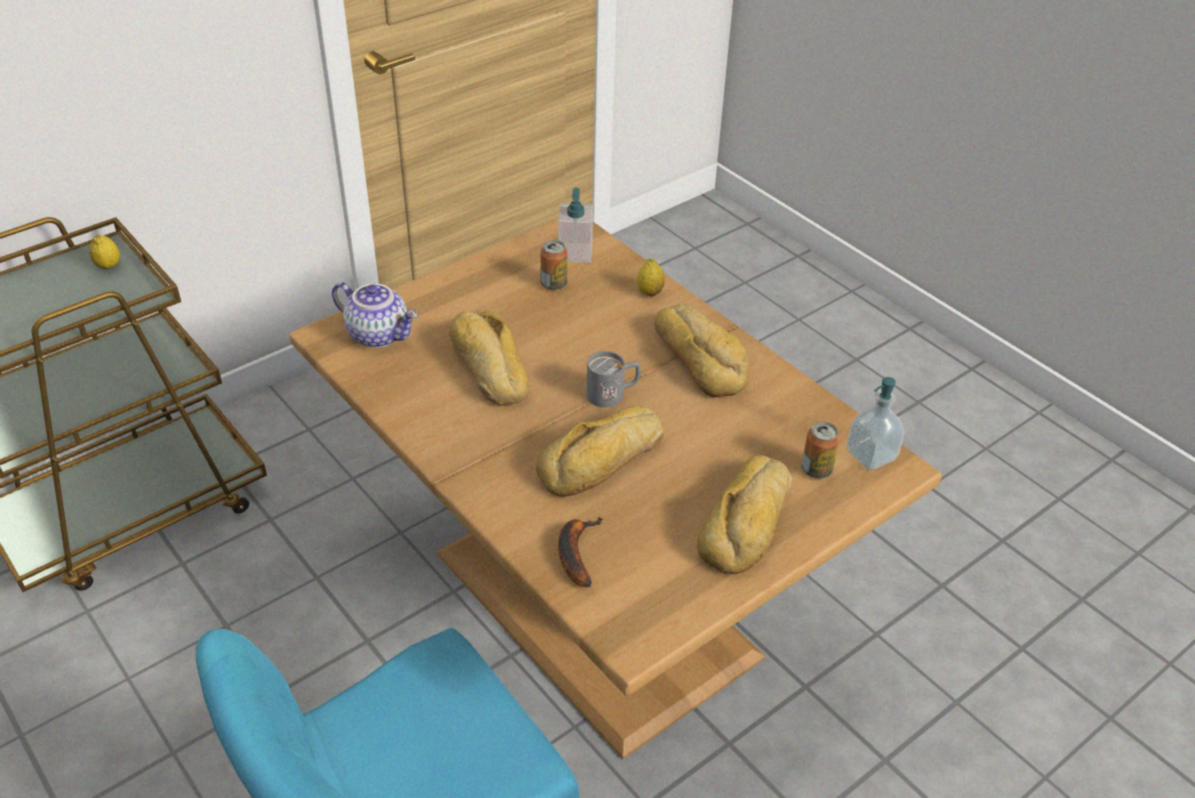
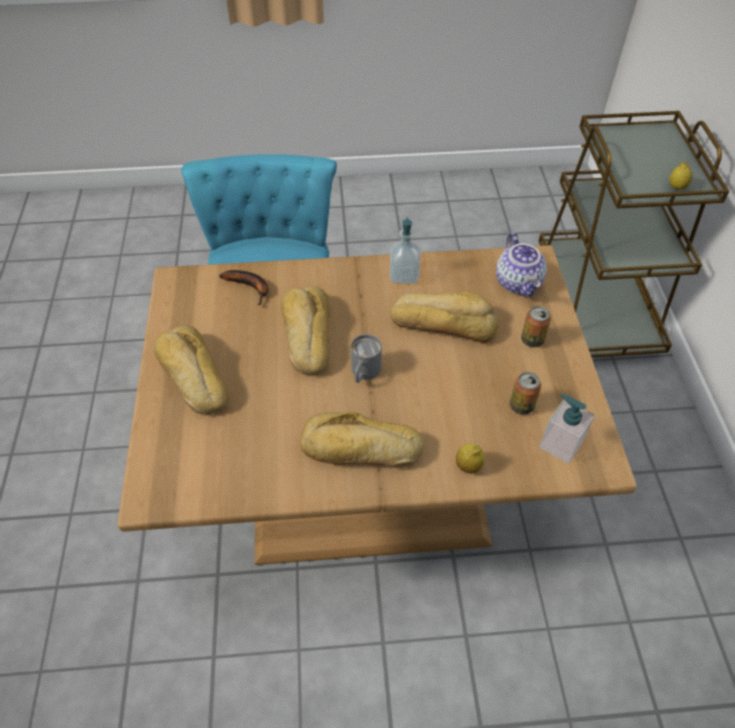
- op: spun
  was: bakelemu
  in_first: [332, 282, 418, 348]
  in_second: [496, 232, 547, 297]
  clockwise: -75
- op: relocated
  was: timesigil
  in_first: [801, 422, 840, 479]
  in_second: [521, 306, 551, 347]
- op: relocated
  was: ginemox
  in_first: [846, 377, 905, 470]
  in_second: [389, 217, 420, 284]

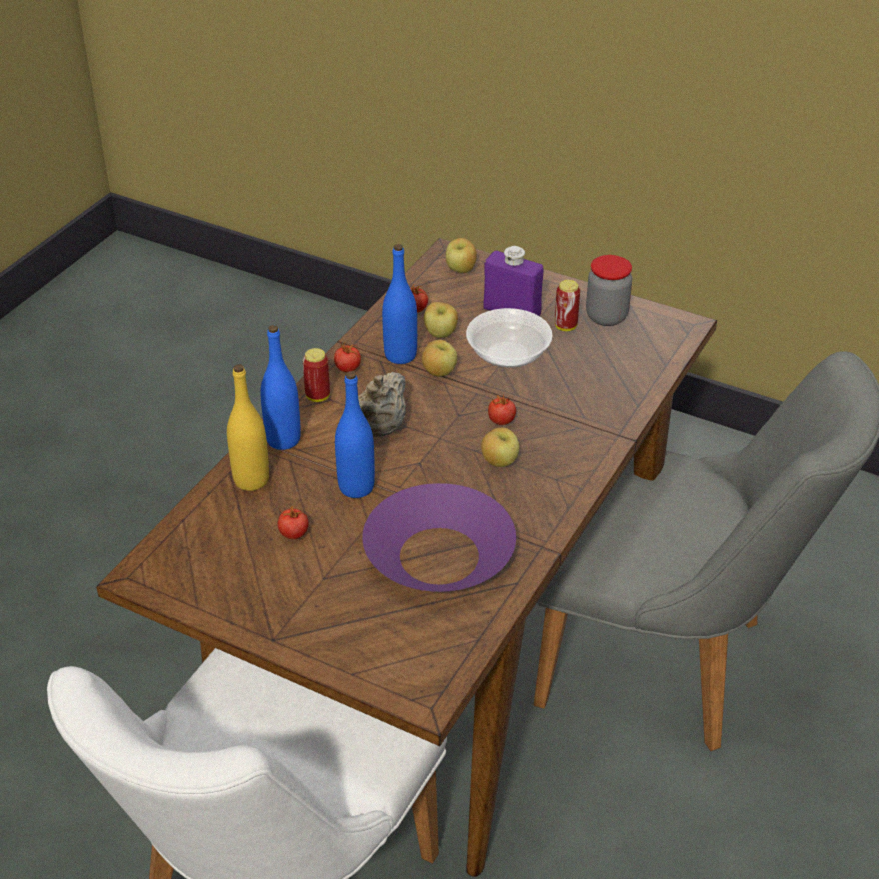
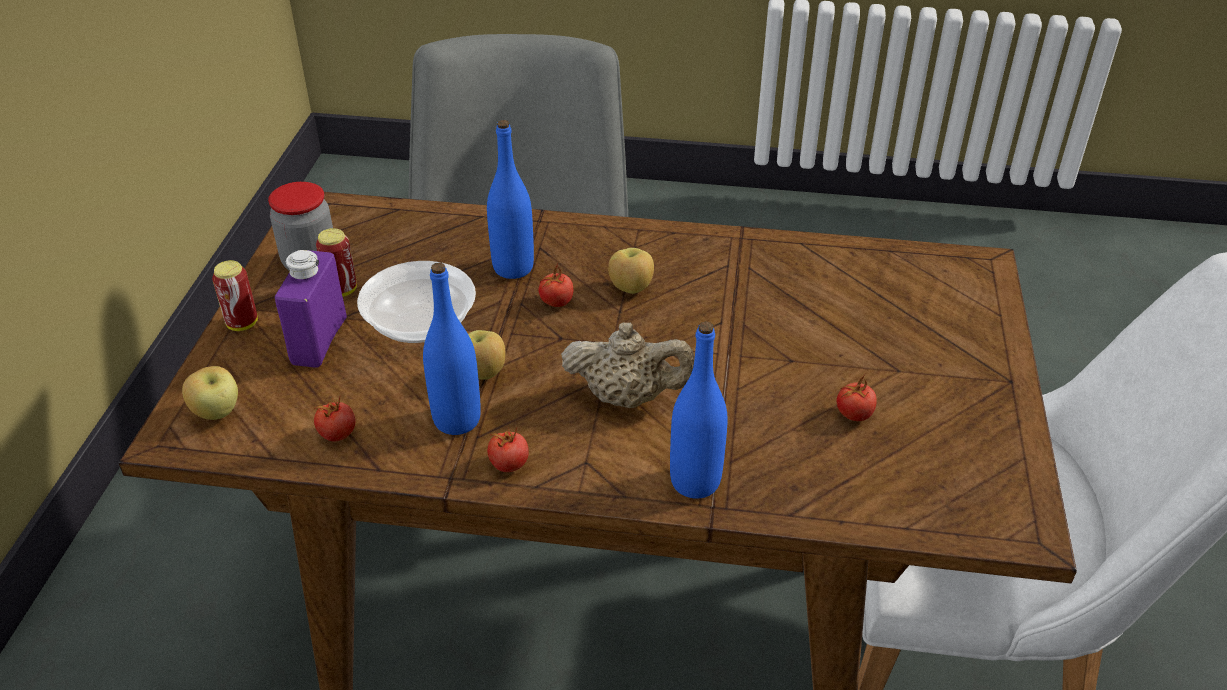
- op: missing
  was: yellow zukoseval
  in_first: [227, 364, 269, 491]
- op: relocated
  was: timesigil
  in_first: [303, 348, 330, 402]
  in_second: [212, 260, 258, 331]
- op: relocated
  was: blue zukoseval
  in_first: [335, 371, 375, 498]
  in_second: [487, 120, 534, 279]
- op: missing
  was: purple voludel
  in_first: [362, 483, 516, 592]
- op: missing
  was: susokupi
  in_first: [424, 302, 458, 338]

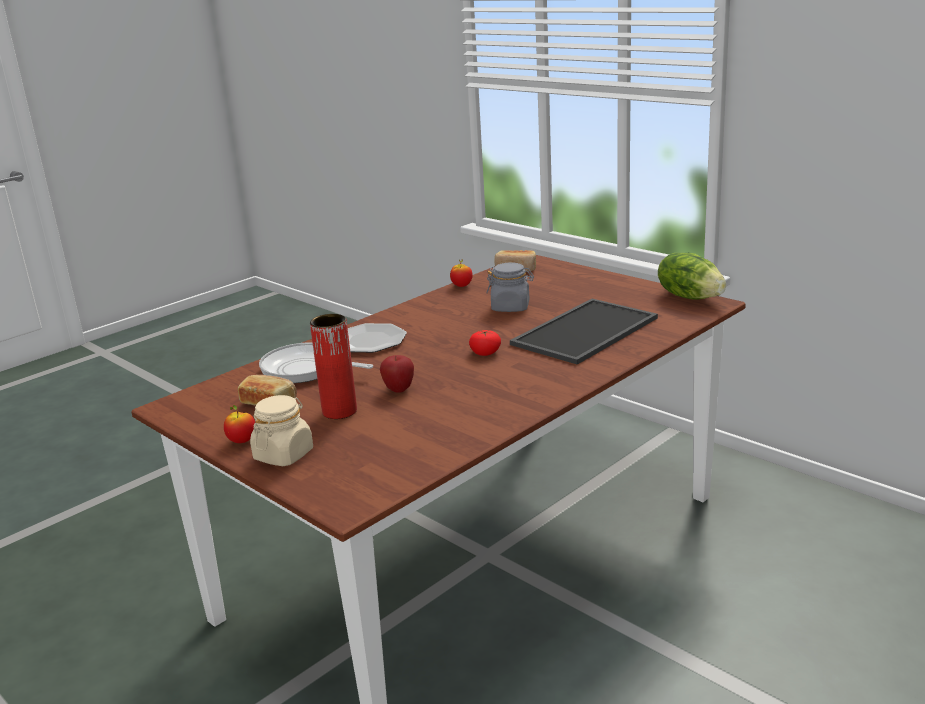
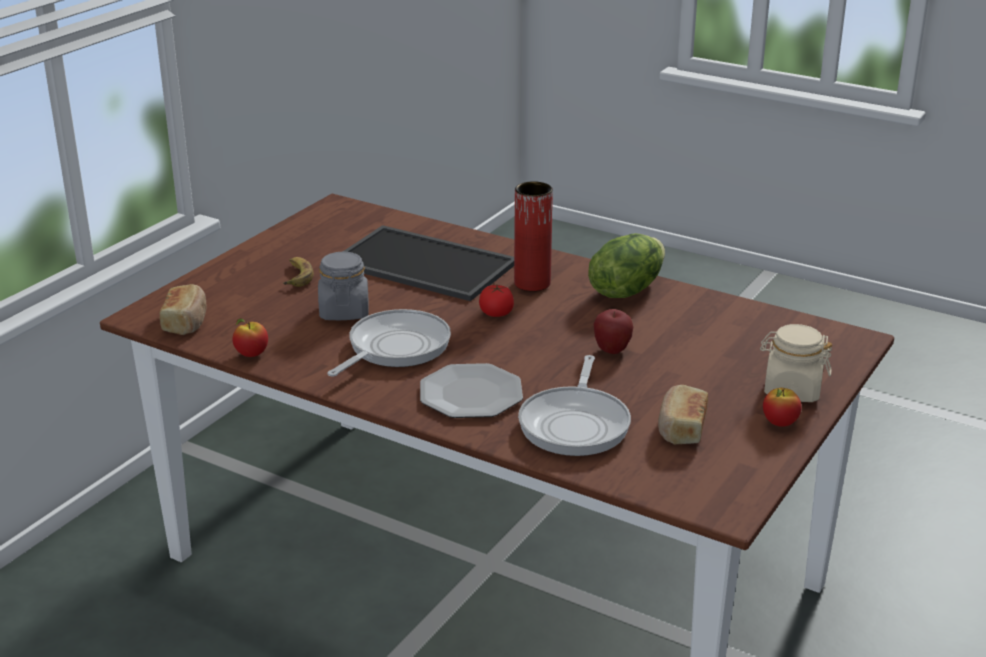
- op: relocated
  was: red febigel
  in_first: [310, 314, 357, 419]
  in_second: [514, 181, 553, 291]
- op: relocated
  was: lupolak
  in_first: [658, 253, 726, 300]
  in_second: [588, 233, 665, 298]
- op: appeared
  now: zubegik
  in_second: [283, 257, 313, 287]
- op: appeared
  now: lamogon
  in_second: [327, 309, 451, 376]

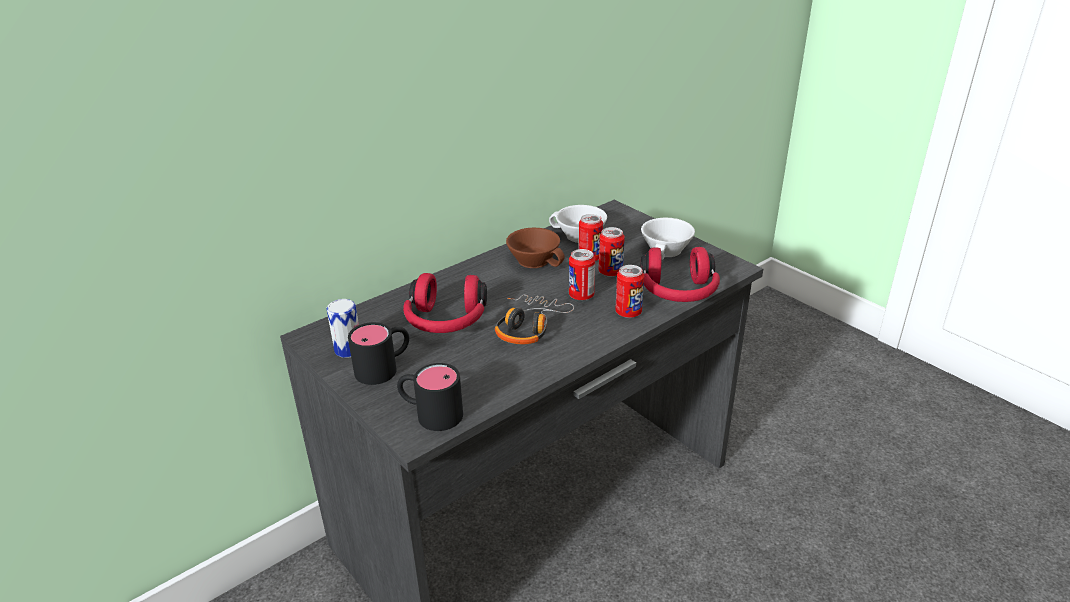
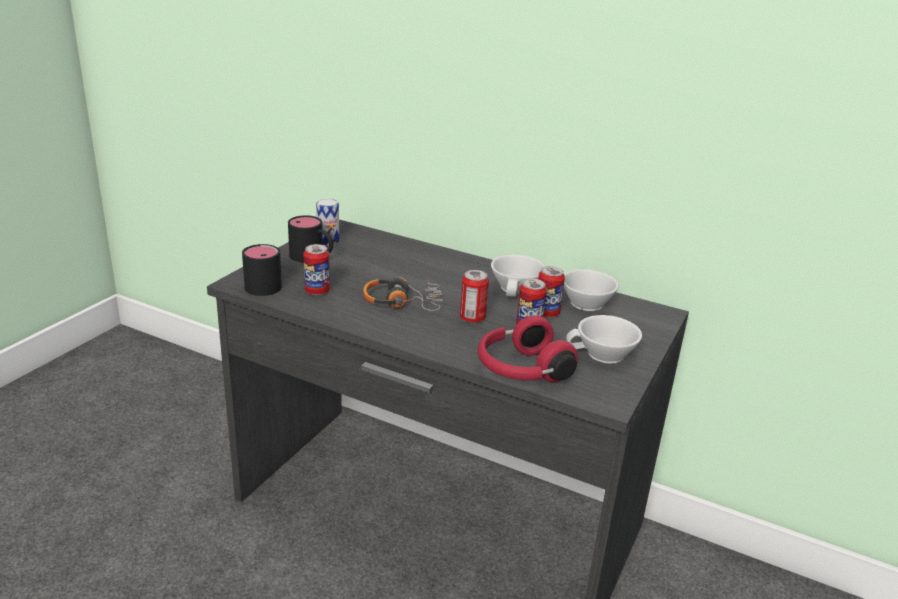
- op: missing
  was: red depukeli
  in_first: [403, 273, 487, 333]
- op: colour
  was: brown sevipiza
  now: white sevipiza
  in_first: [506, 228, 565, 268]
  in_second: [491, 255, 545, 297]
- op: relocated
  was: timesigil
  in_first: [615, 265, 644, 318]
  in_second: [303, 244, 330, 296]

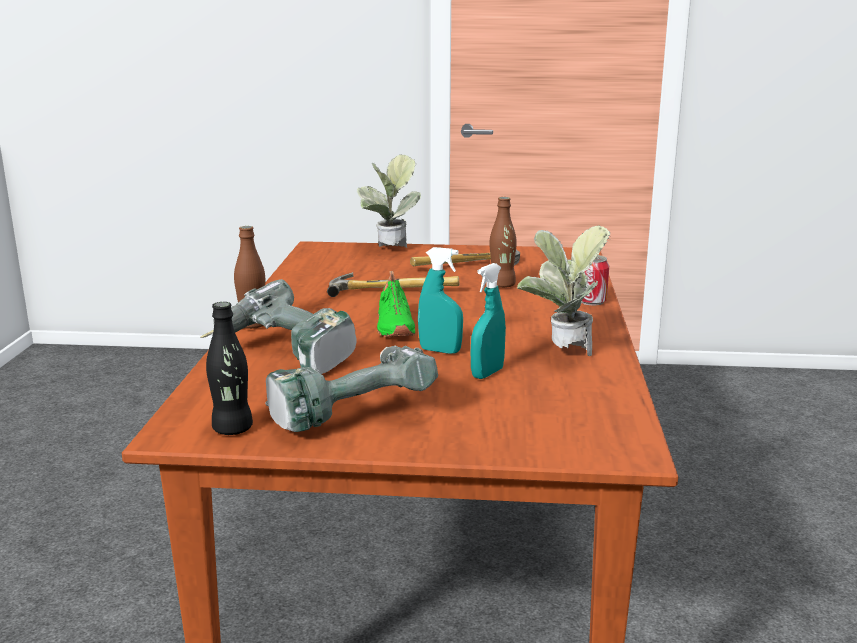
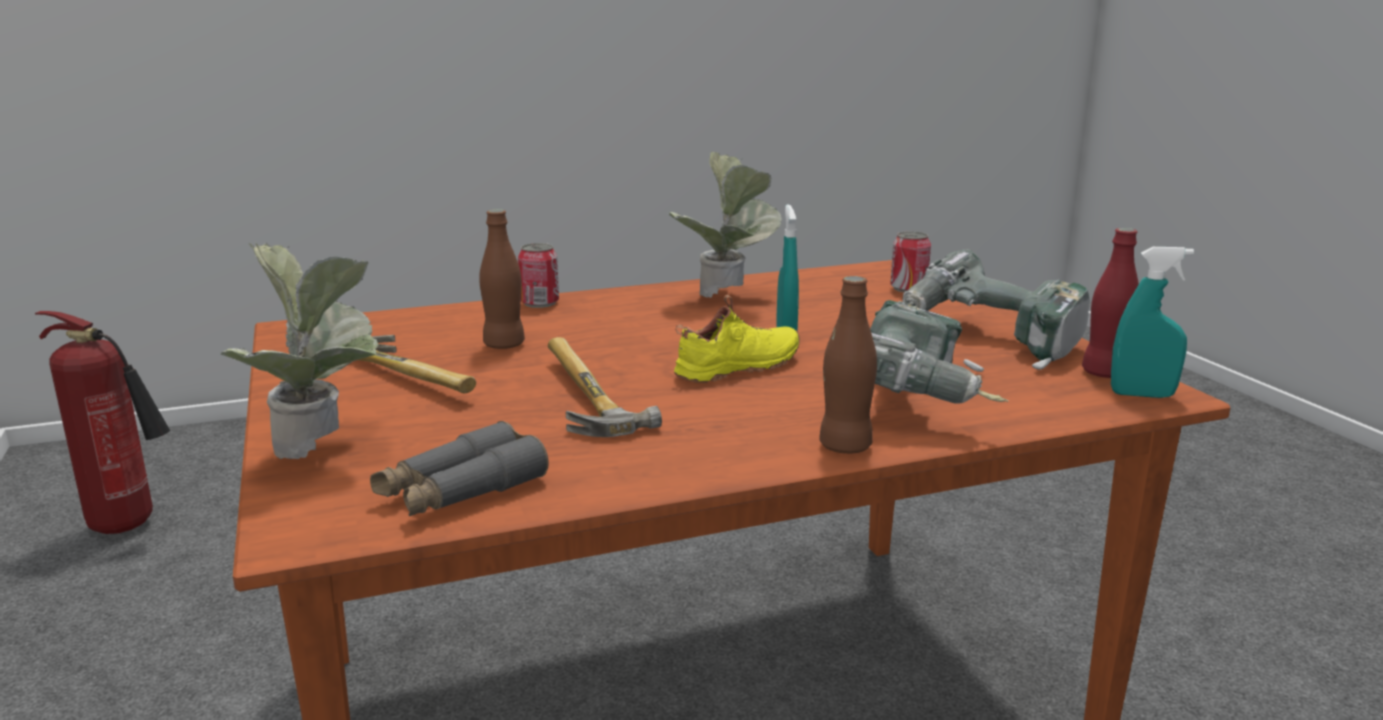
- op: colour
  was: black zukoseval
  now: red zukoseval
  in_first: [206, 302, 253, 435]
  in_second: [1082, 228, 1139, 378]
- op: colour
  was: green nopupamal
  now: yellow nopupamal
  in_first: [377, 271, 415, 337]
  in_second: [674, 295, 800, 383]
- op: relocated
  was: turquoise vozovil
  in_first: [471, 263, 506, 379]
  in_second: [1111, 247, 1194, 398]
- op: appeared
  now: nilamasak
  in_second: [35, 311, 170, 534]
- op: appeared
  now: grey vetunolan
  in_second: [370, 421, 549, 516]
- op: appeared
  now: timesigil
  in_second: [890, 231, 931, 292]

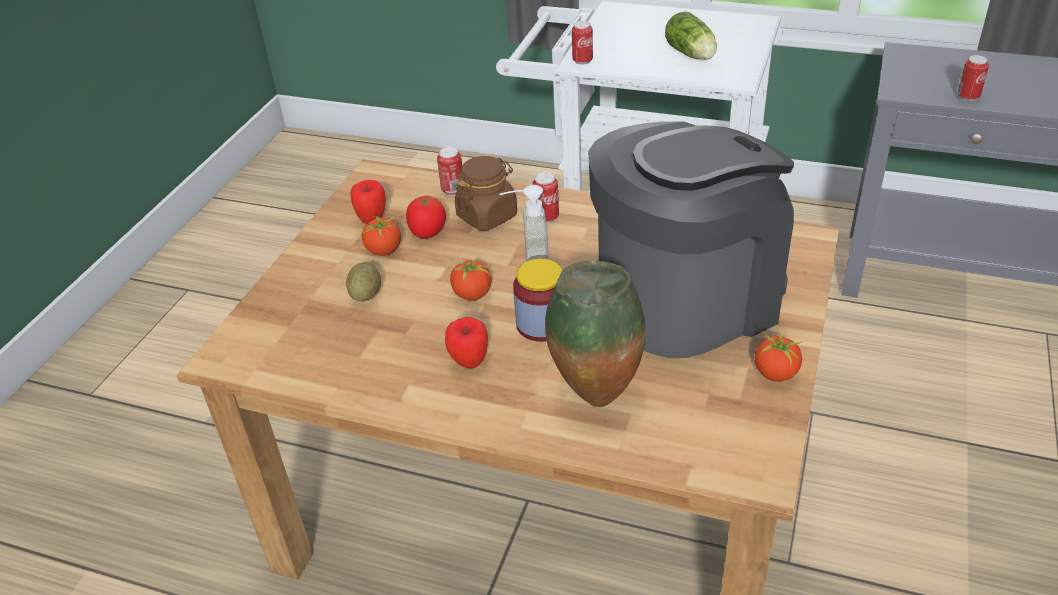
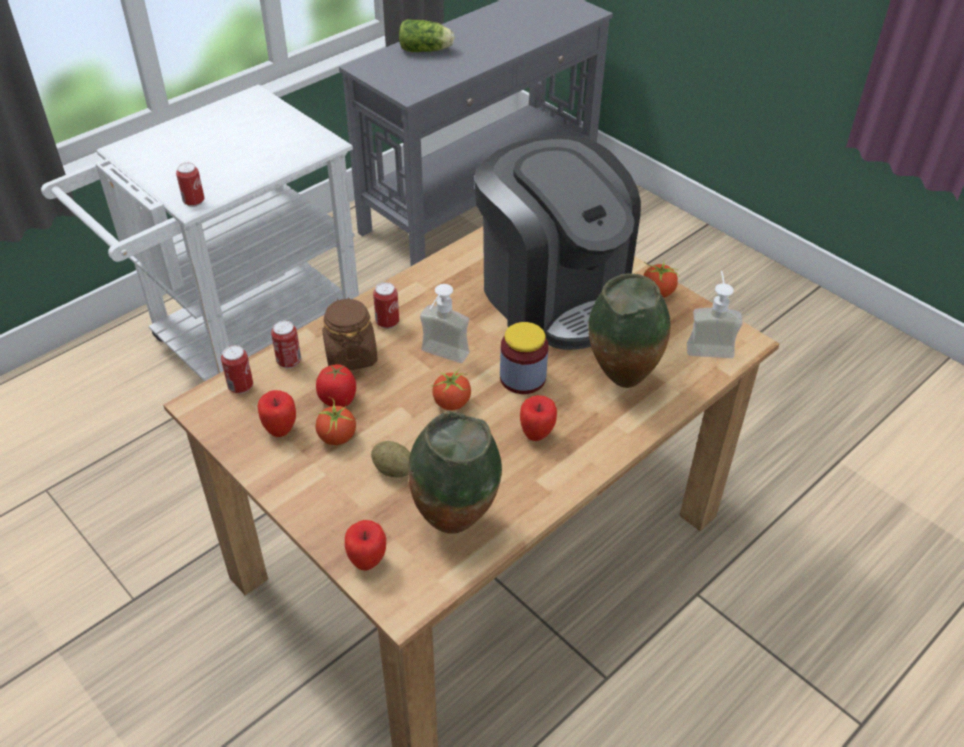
- op: spun
  was: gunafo
  in_first: [588, 121, 794, 358]
  in_second: [474, 136, 641, 350]
  clockwise: 150
- op: relocated
  was: lupolak
  in_first: [665, 11, 717, 60]
  in_second: [399, 19, 455, 52]
- op: relocated
  was: timesigil
  in_first: [958, 55, 989, 101]
  in_second: [221, 345, 253, 394]
- op: appeared
  now: susokupi
  in_second: [345, 520, 386, 571]
- op: appeared
  now: febigel
  in_second: [408, 411, 502, 534]
- op: appeared
  now: ginemox
  in_second: [687, 270, 743, 358]

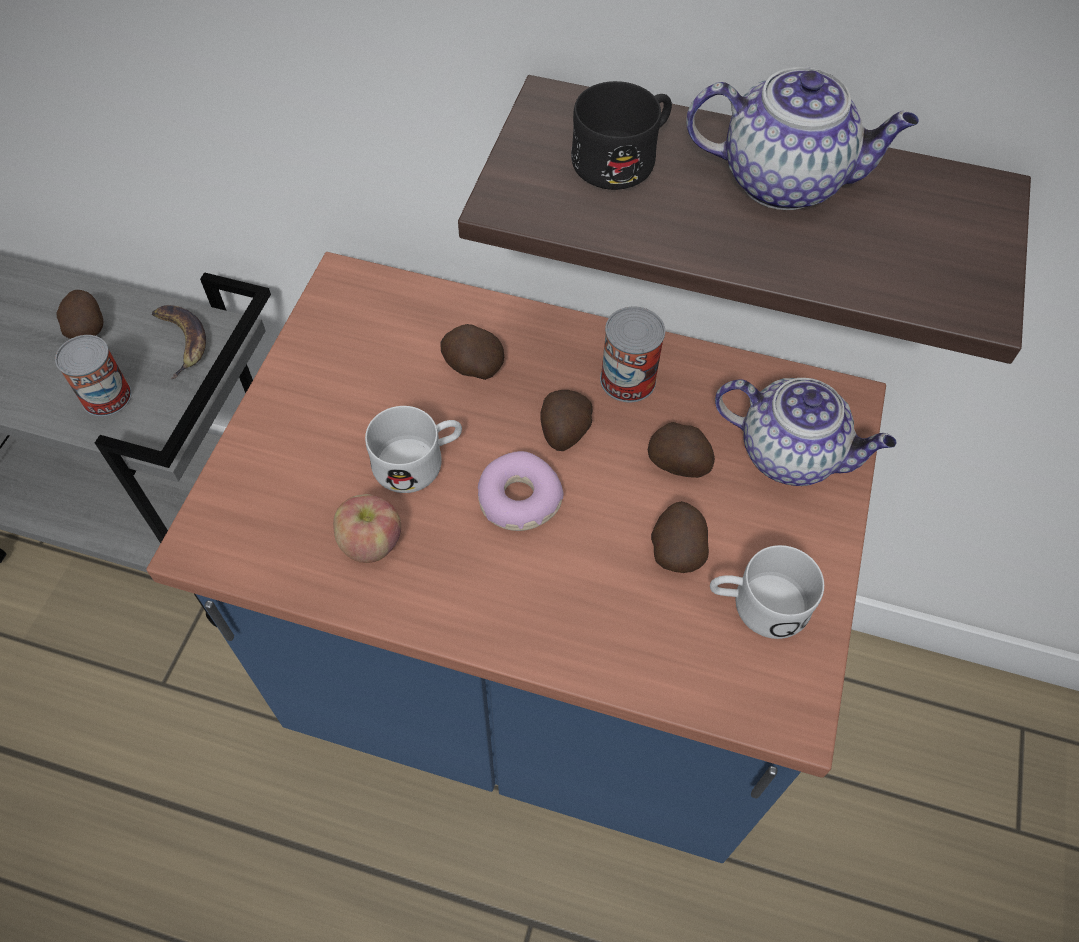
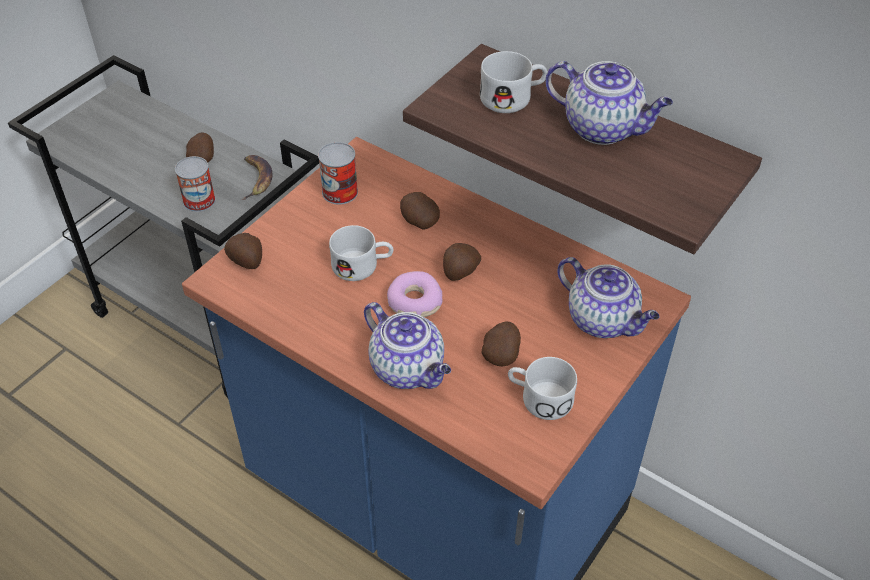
- op: missing
  was: susokupi
  in_first: [333, 494, 401, 563]
- op: colour
  was: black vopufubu
  now: white vopufubu
  in_first: [571, 81, 672, 190]
  in_second: [480, 51, 547, 113]
- op: relocated
  was: timesigil
  in_first: [600, 307, 665, 402]
  in_second: [318, 142, 358, 205]
- op: relocated
  was: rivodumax
  in_first: [648, 422, 715, 478]
  in_second: [224, 233, 262, 269]
- op: appeared
  now: bakelemu
  in_second: [364, 302, 451, 389]

